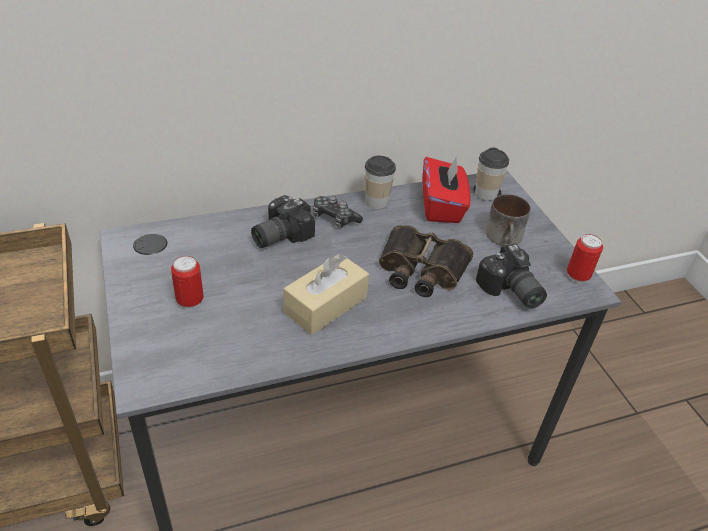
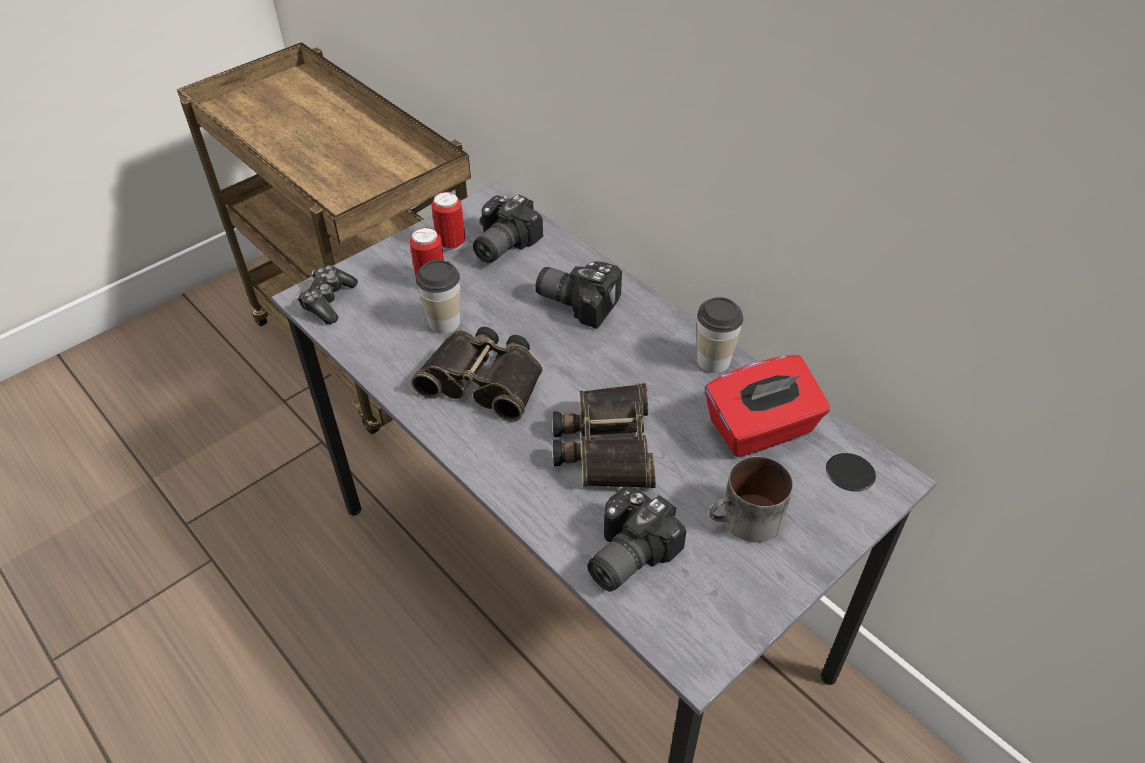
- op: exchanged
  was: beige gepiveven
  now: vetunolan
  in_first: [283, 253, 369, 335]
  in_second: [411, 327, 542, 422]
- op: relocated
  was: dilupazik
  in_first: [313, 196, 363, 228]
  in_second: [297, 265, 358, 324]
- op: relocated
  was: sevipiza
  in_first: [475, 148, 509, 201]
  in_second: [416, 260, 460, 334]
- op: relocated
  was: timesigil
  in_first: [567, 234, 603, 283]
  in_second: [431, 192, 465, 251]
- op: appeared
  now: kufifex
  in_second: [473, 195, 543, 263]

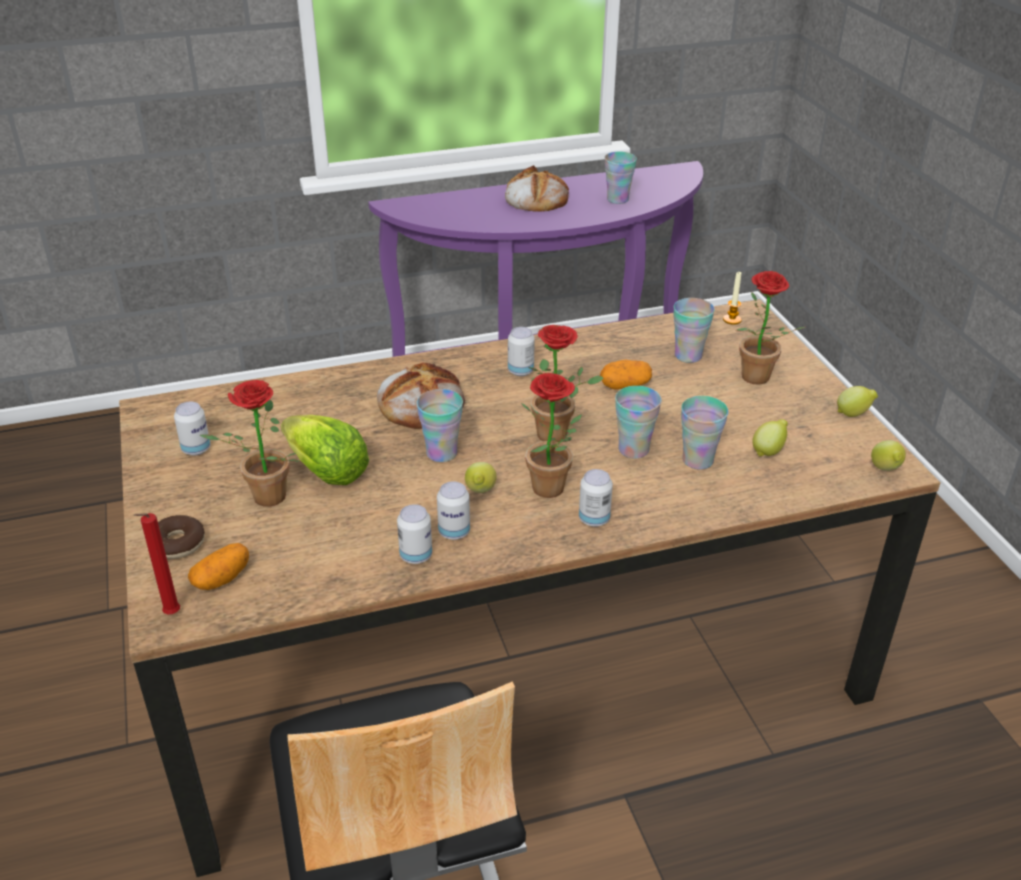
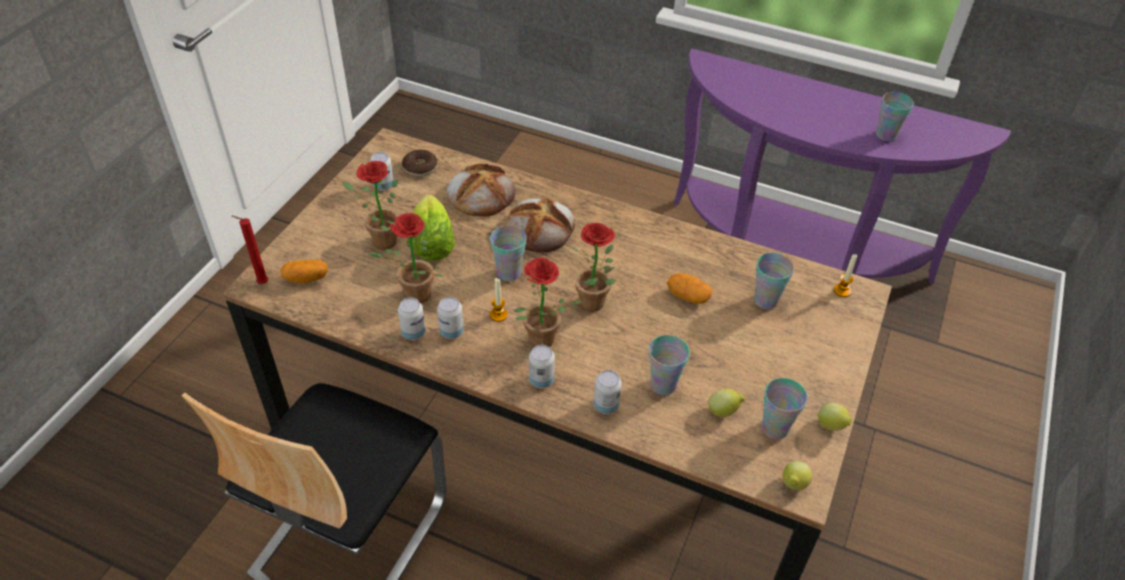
- op: relocated
  was: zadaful
  in_first: [158, 515, 205, 559]
  in_second: [402, 150, 437, 177]
- op: exchanged
  was: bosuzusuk
  now: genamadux
  in_first: [465, 462, 496, 493]
  in_second: [490, 278, 508, 322]
- op: relocated
  was: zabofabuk
  in_first: [505, 165, 569, 212]
  in_second: [447, 163, 515, 217]
- op: relocated
  was: timesigil
  in_first: [508, 327, 535, 376]
  in_second: [594, 370, 622, 414]
- op: relocated
  was: sevipiza
  in_first: [615, 386, 662, 459]
  in_second: [761, 378, 807, 439]
- op: relocated
  was: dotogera
  in_first: [736, 271, 805, 385]
  in_second: [368, 213, 444, 303]

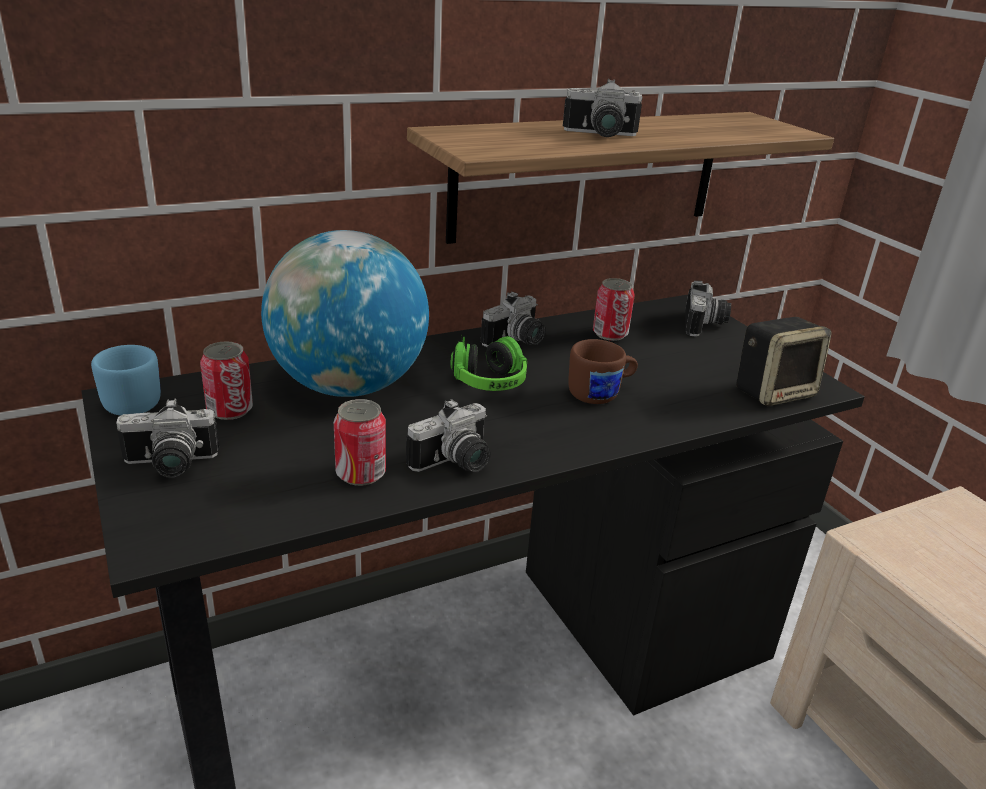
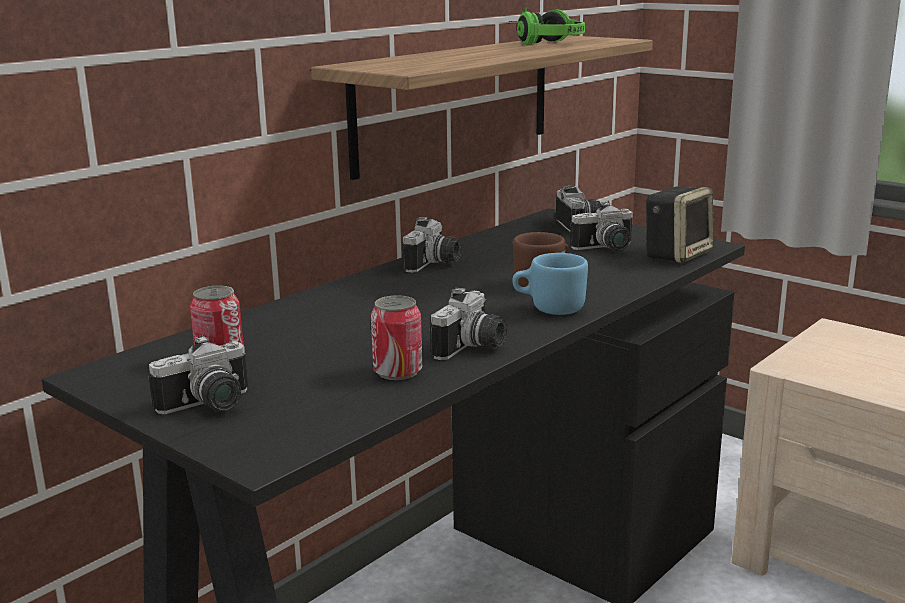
- op: relocated
  was: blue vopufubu
  in_first: [91, 345, 161, 416]
  in_second: [512, 253, 588, 315]
- op: missing
  was: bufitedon
  in_first: [261, 230, 429, 397]
- op: relocated
  was: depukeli
  in_first: [450, 335, 527, 391]
  in_second: [508, 7, 585, 45]
- op: relocated
  was: kufifex
  in_first: [563, 79, 642, 137]
  in_second: [570, 202, 633, 251]
- op: missing
  was: timesigil
  in_first: [593, 278, 635, 341]

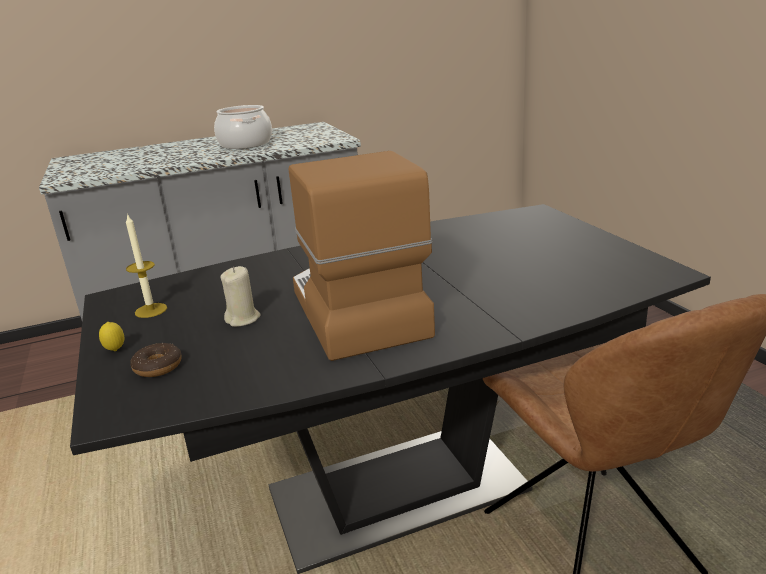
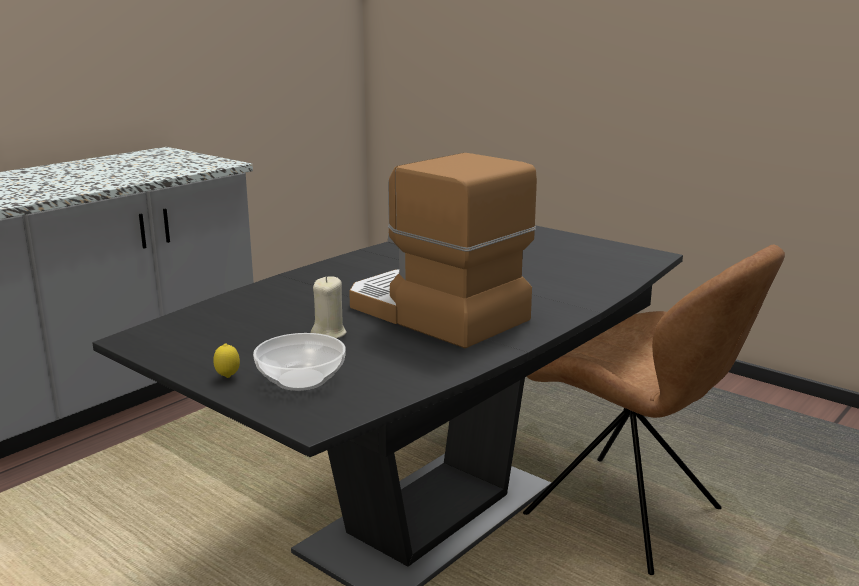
- op: missing
  was: genamadux
  in_first: [126, 214, 167, 318]
- op: exchanged
  was: zadaful
  now: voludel
  in_first: [130, 343, 182, 377]
  in_second: [253, 333, 346, 391]
- op: missing
  was: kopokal
  in_first: [214, 105, 272, 149]

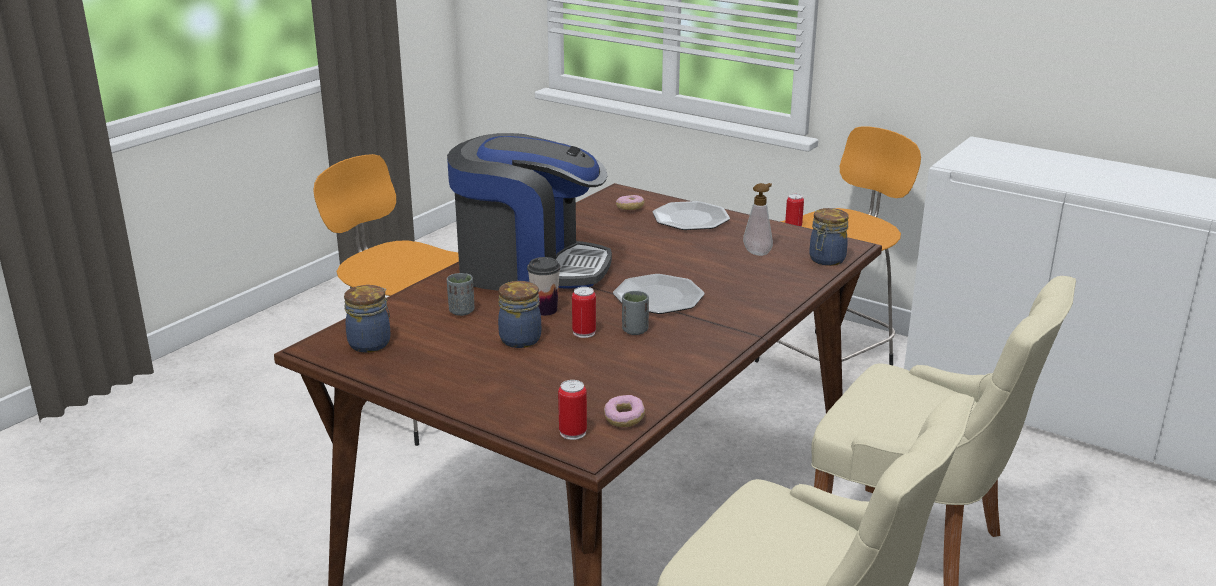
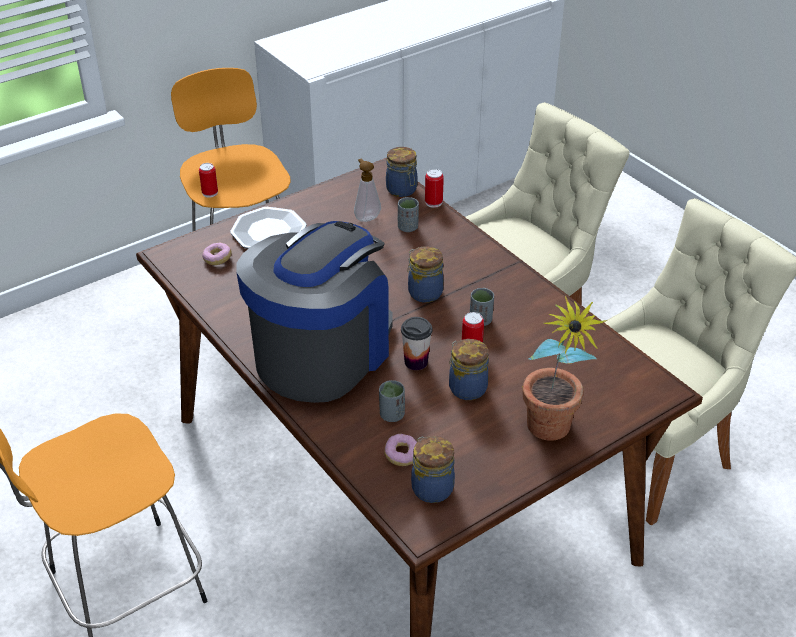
- op: relocated
  was: timesigil
  in_first: [558, 380, 587, 440]
  in_second: [425, 169, 444, 208]
- op: relocated
  was: zadaful
  in_first: [604, 395, 645, 427]
  in_second: [385, 434, 417, 466]
- op: exchanged
  was: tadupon
  now: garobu
  in_first: [613, 274, 704, 314]
  in_second: [408, 246, 444, 303]
- op: appeared
  now: grey sevipiza
  in_second: [398, 197, 419, 232]
- op: appeared
  now: dotogera
  in_second: [522, 296, 607, 441]

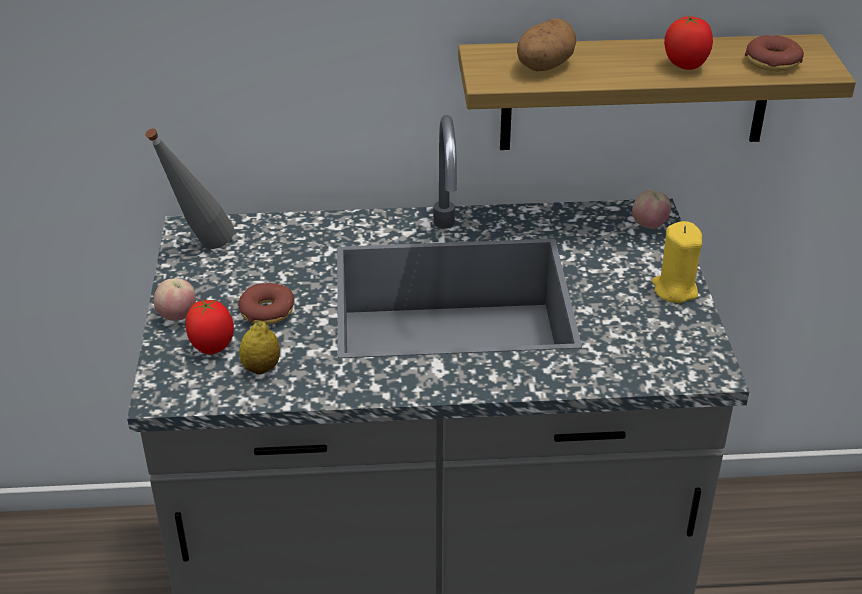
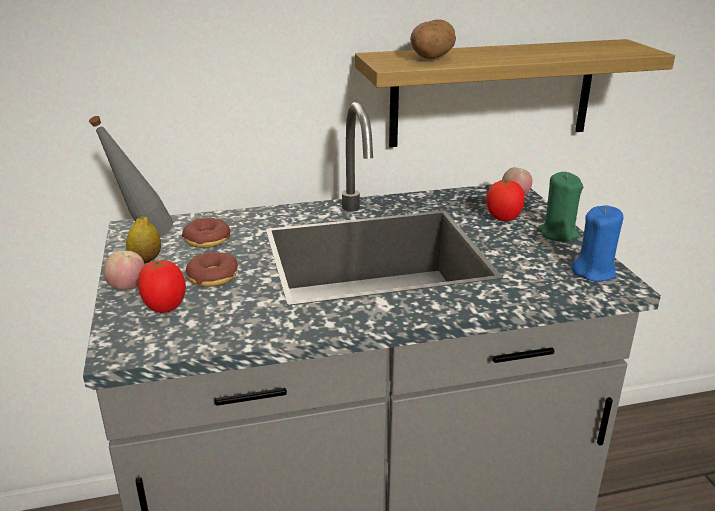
- op: relocated
  was: bosuzusuk
  in_first: [239, 321, 280, 375]
  in_second: [126, 216, 161, 264]
- op: colour
  was: yellow genamadux
  now: green genamadux
  in_first: [652, 221, 702, 303]
  in_second: [537, 172, 583, 241]
- op: relocated
  was: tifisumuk
  in_first: [664, 15, 713, 70]
  in_second: [486, 179, 525, 221]
- op: relocated
  was: zadaful
  in_first: [745, 35, 804, 72]
  in_second: [182, 218, 230, 248]
- op: appeared
  now: blue genamadux
  in_second: [571, 205, 623, 281]

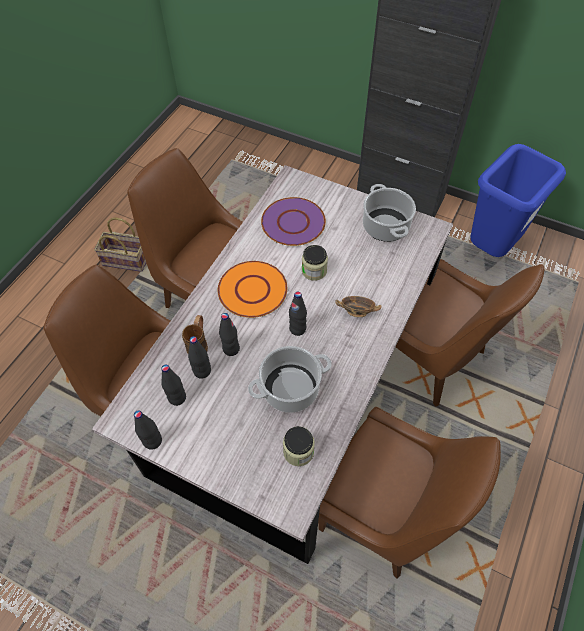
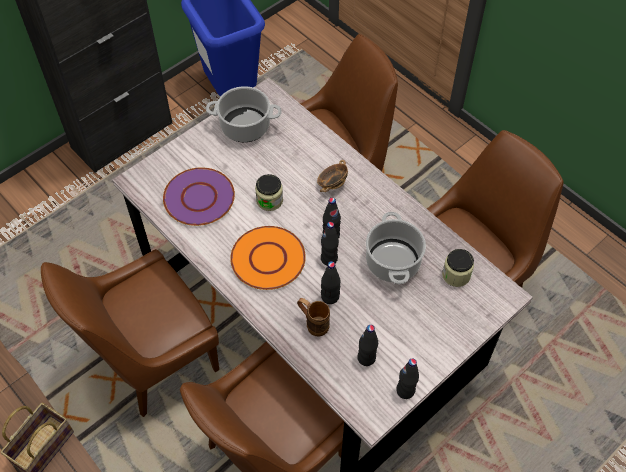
- op: relocated
  was: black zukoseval
  in_first: [188, 336, 211, 378]
  in_second: [321, 222, 339, 266]

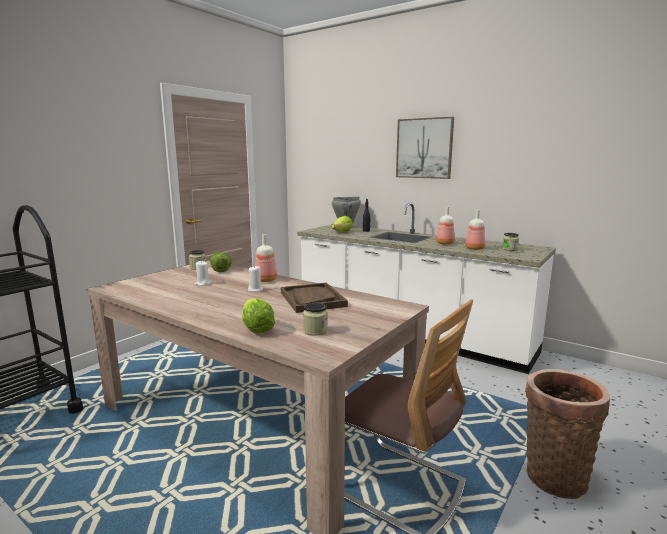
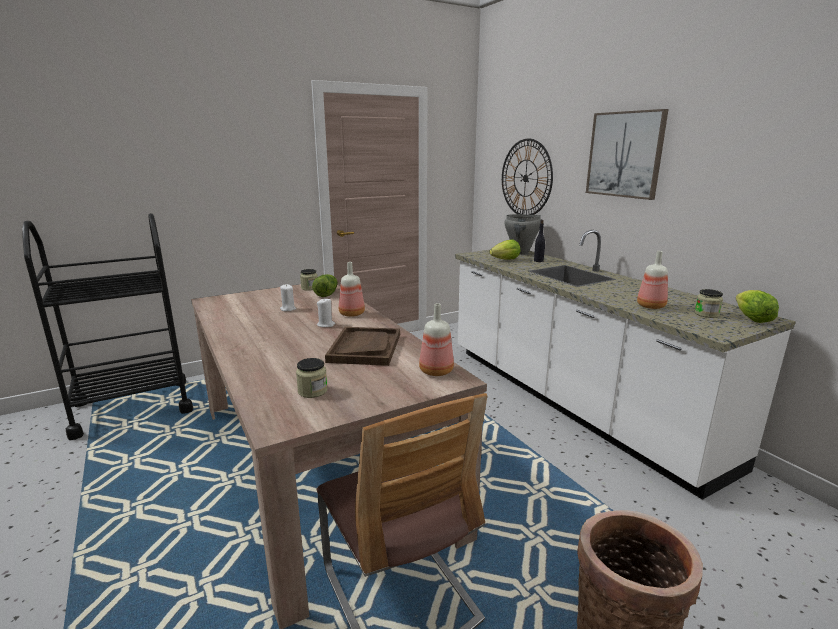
- op: relocated
  was: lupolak
  in_first: [242, 298, 275, 333]
  in_second: [736, 290, 779, 323]
- op: relocated
  was: zukoseval
  in_first: [436, 207, 455, 245]
  in_second: [419, 303, 454, 376]
- op: appeared
  now: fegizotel
  in_second: [502, 138, 553, 215]

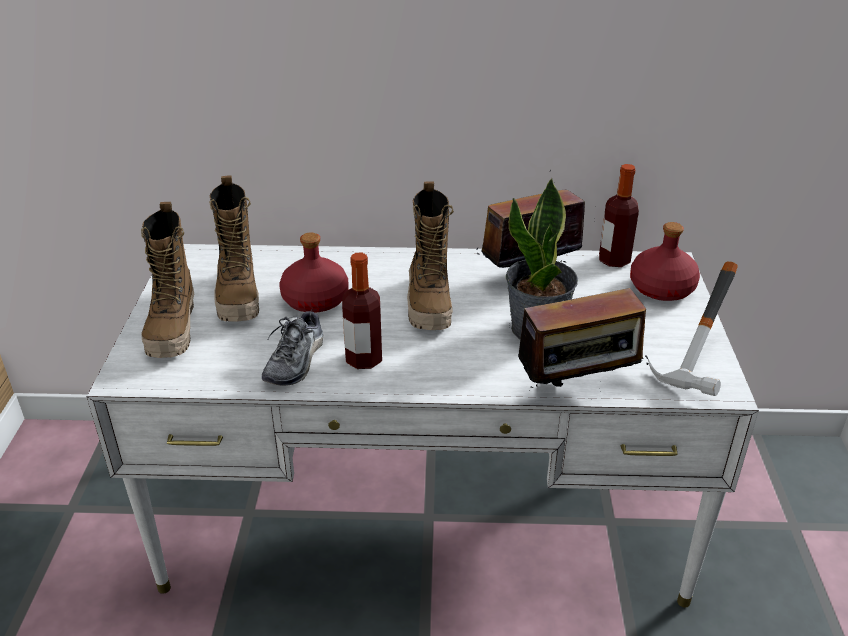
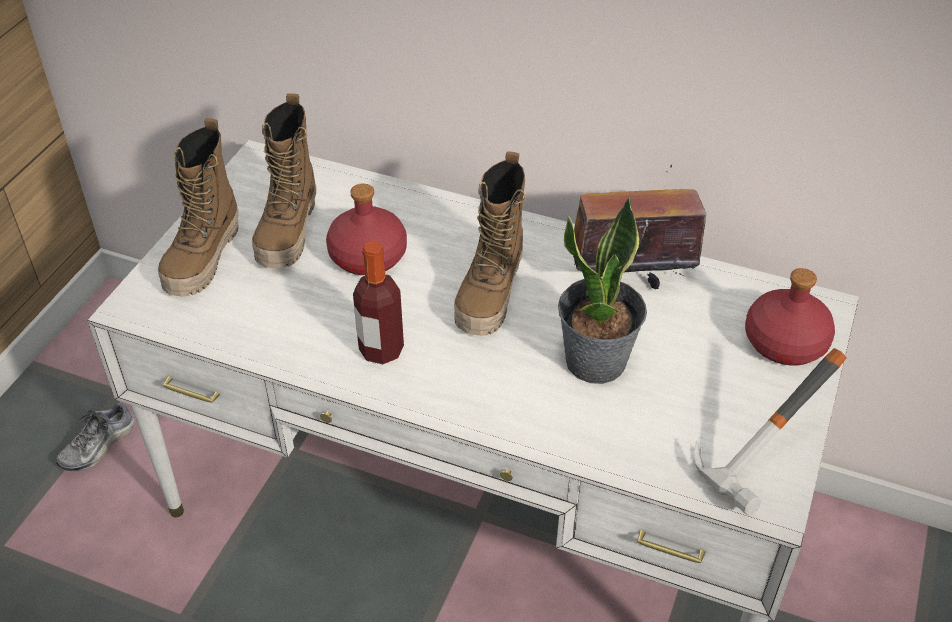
- op: relocated
  was: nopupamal
  in_first: [262, 309, 323, 386]
  in_second: [55, 403, 134, 471]
- op: missing
  was: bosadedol
  in_first: [518, 288, 649, 391]
- op: missing
  was: zukoseval
  in_first: [599, 164, 639, 267]

